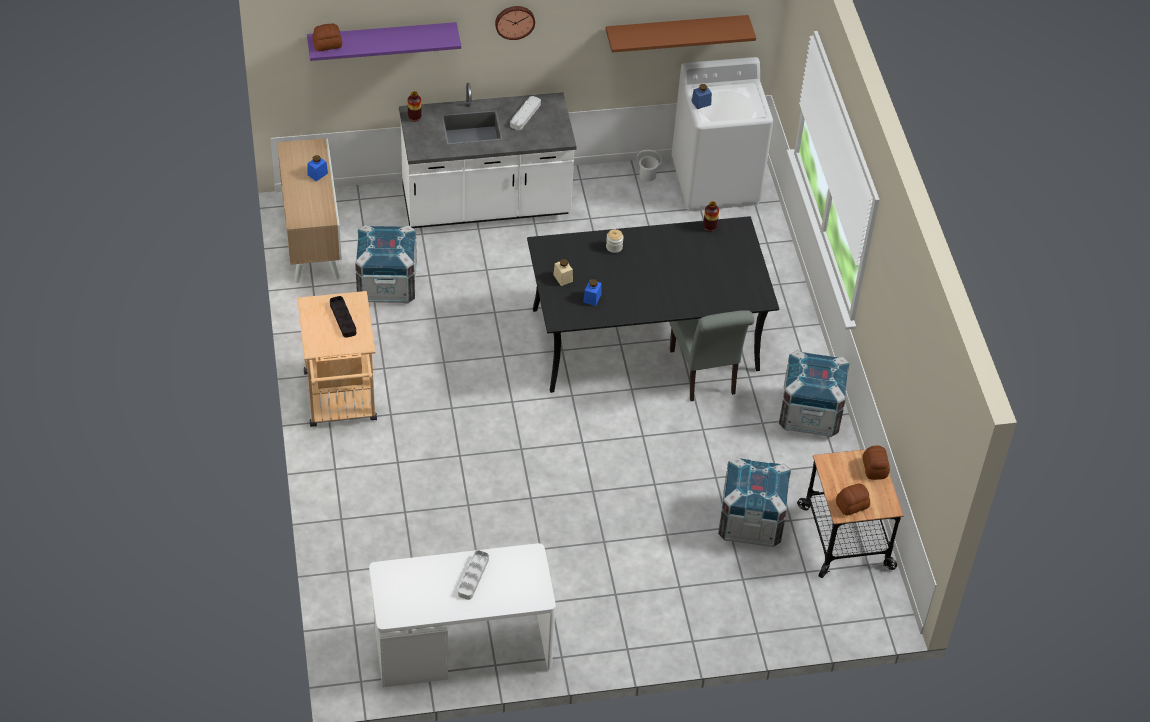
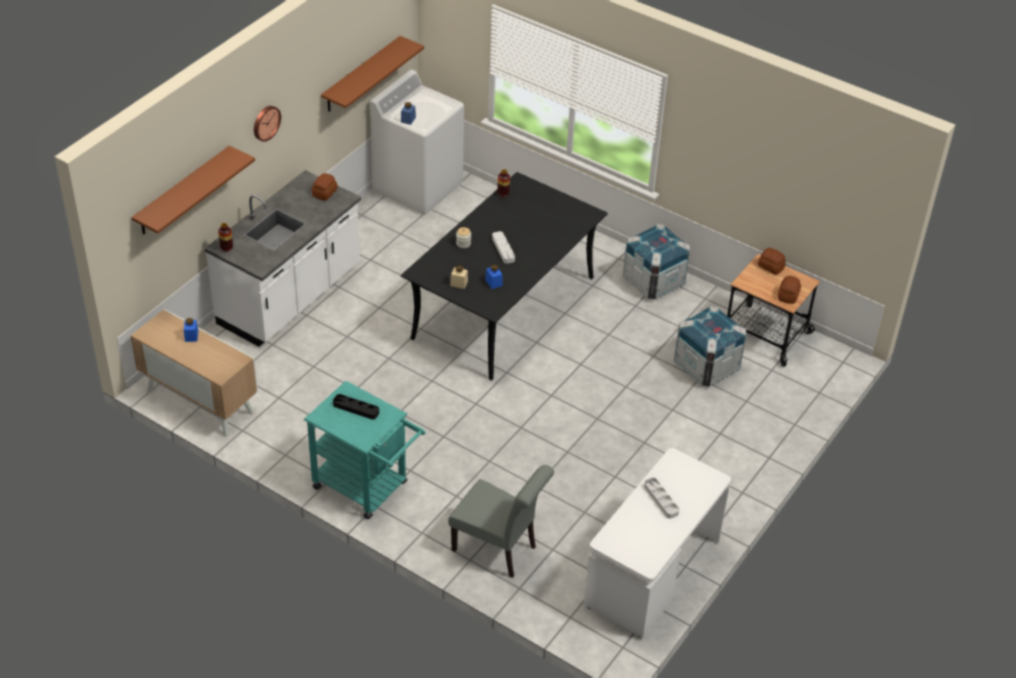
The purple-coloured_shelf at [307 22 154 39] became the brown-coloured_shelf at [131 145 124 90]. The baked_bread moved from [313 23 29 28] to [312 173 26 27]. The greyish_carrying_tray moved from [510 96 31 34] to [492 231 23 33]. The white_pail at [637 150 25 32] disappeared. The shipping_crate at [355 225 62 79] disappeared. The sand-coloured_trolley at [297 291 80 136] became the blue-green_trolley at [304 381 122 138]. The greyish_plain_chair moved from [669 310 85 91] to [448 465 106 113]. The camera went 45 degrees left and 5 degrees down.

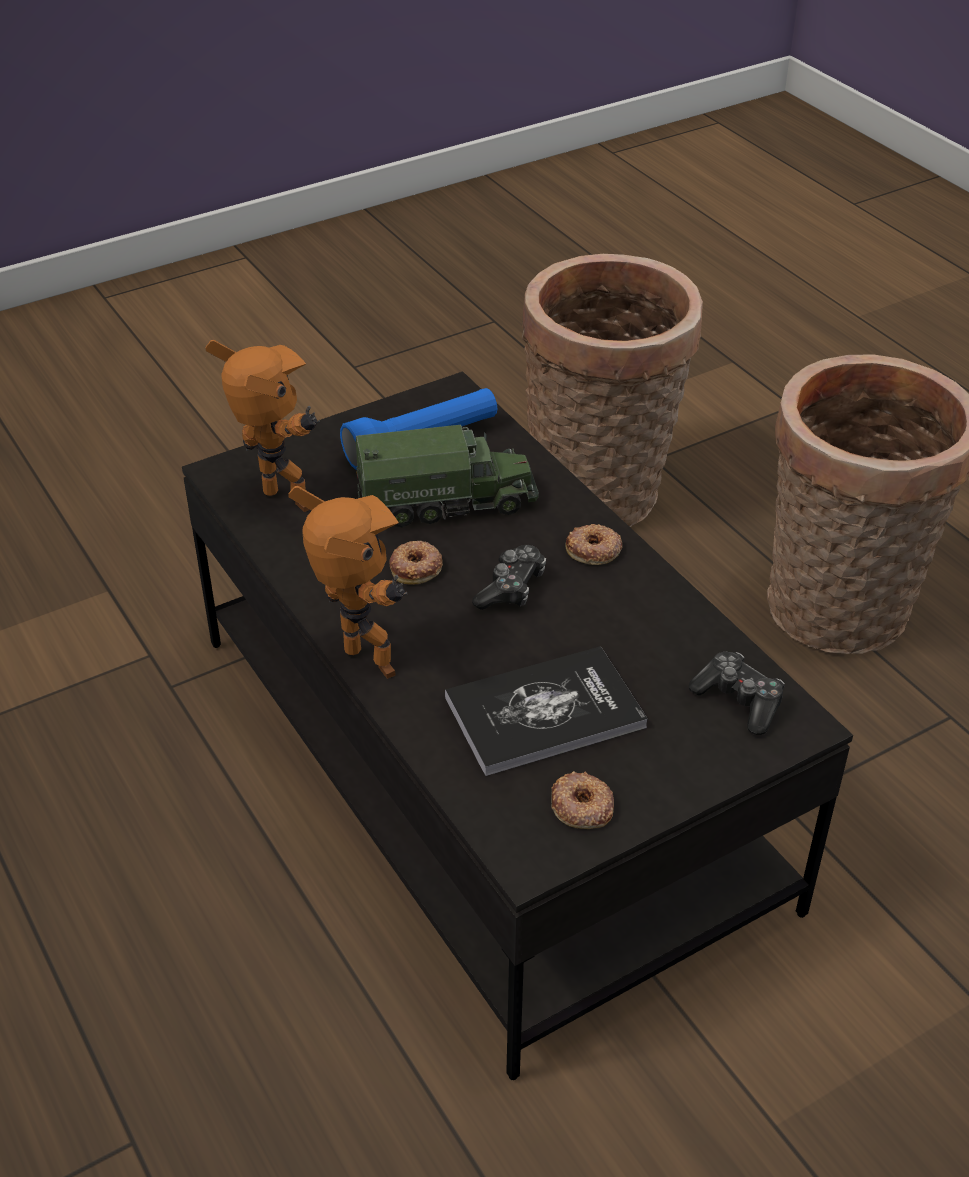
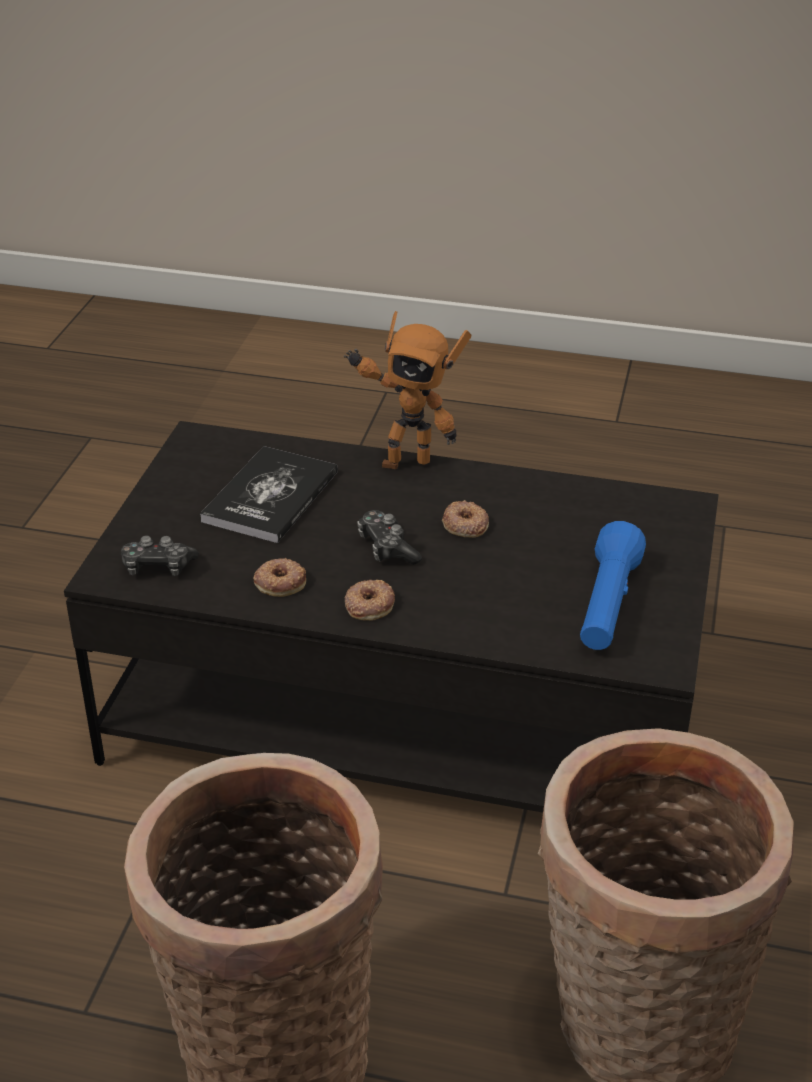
The toy_robot at [205 340 115 172] disappeared. The toy_truck at [356 425 183 102] disappeared. The ring_doughnut moved from [551 771 63 58] to [253 558 53 39]. The camera went 135 degrees right and 5 degrees down.

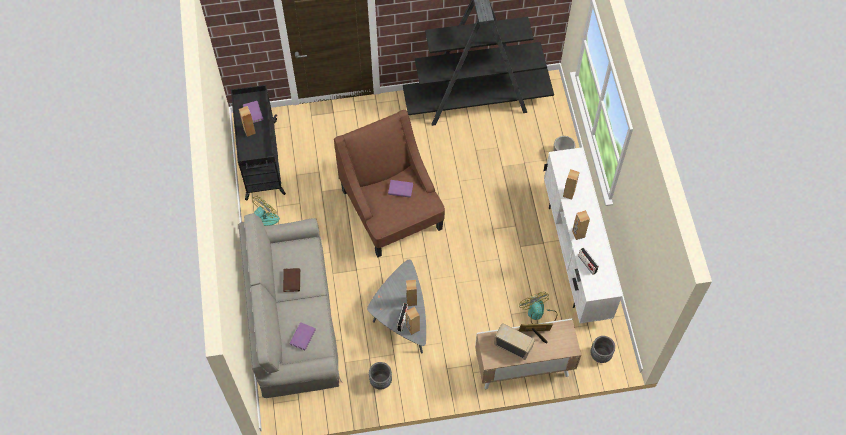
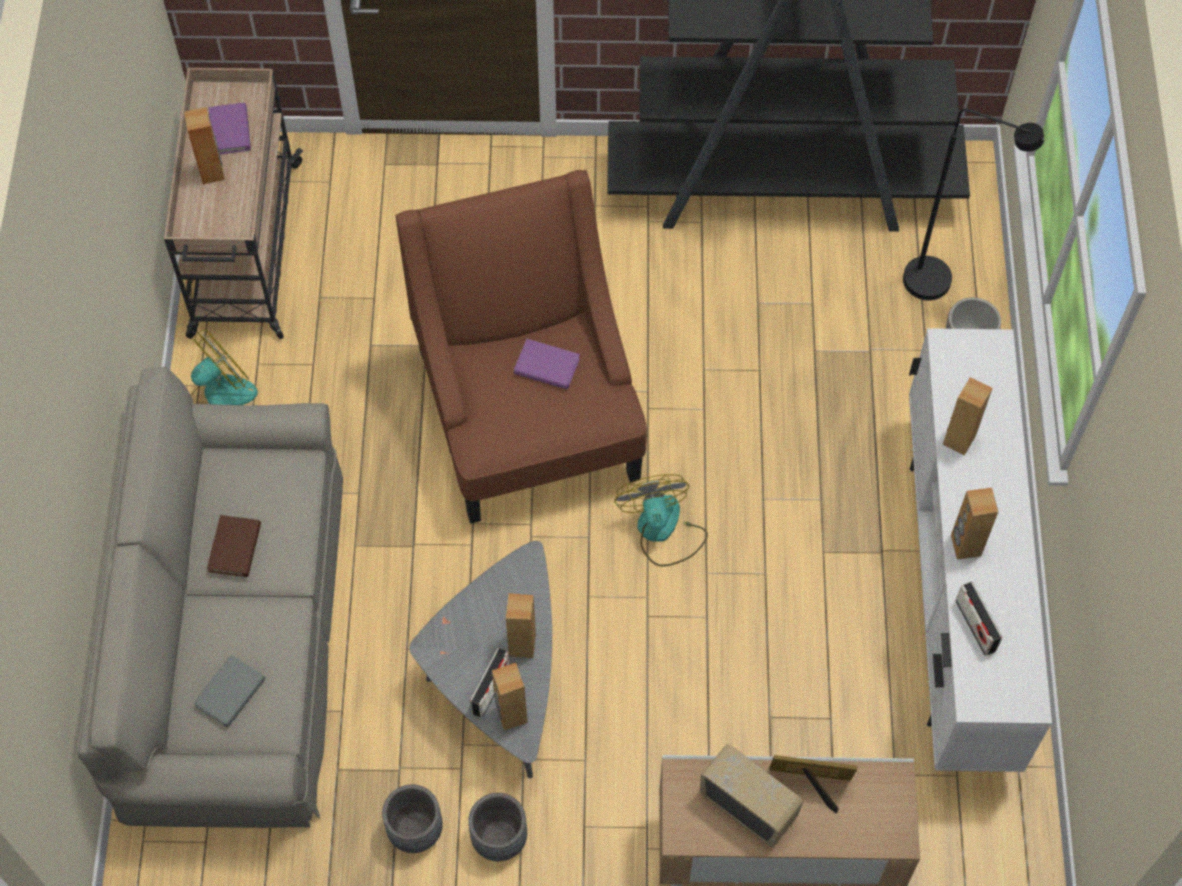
The blackish_trolley at [231 85 55 115] became the sand-coloured_trolley at [164 68 139 271]. The cooling_fan moved from [519 292 38 32] to [614 474 94 93]. The purple-coloured_volume at [290 322 26 28] became the greyish_volume at [193 655 73 73]. The greyish_planter moved from [590 336 25 27] to [468 793 59 69]. The blackish_standard_lamp at [903 108 141 192] appeared. The camera went 10 degrees right and 0 degrees up.

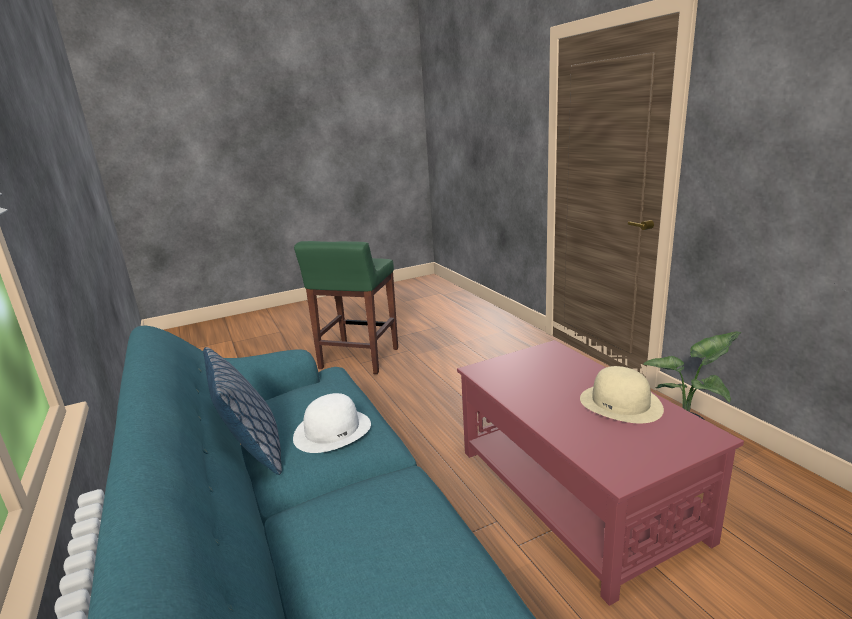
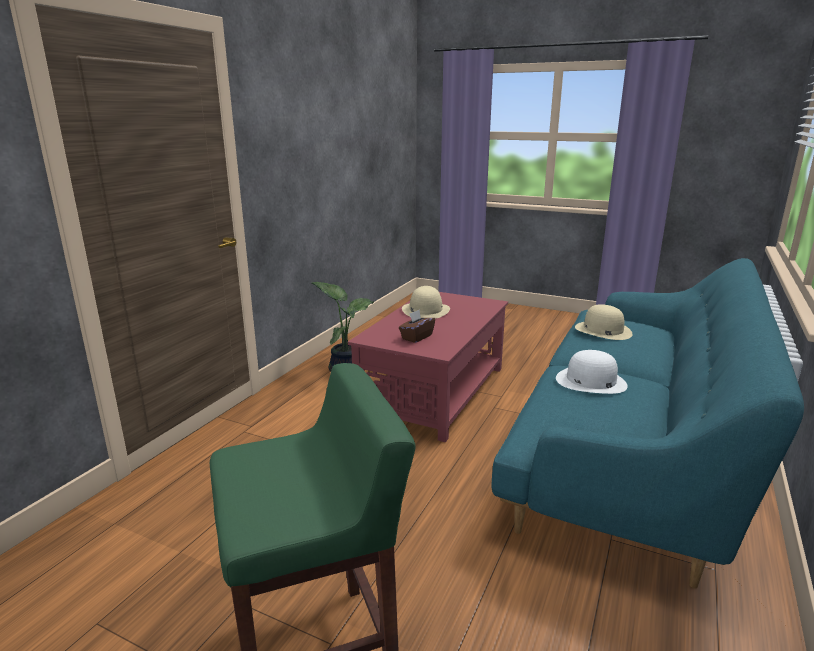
The pillow at [203 347 79 128] disappeared. The sand-coloured_clothing_hat at [575 304 58 36] appeared. The brown-coloured_tissue_holder at [399 310 36 33] appeared. The camera went 130 degrees left and 0 degrees up.

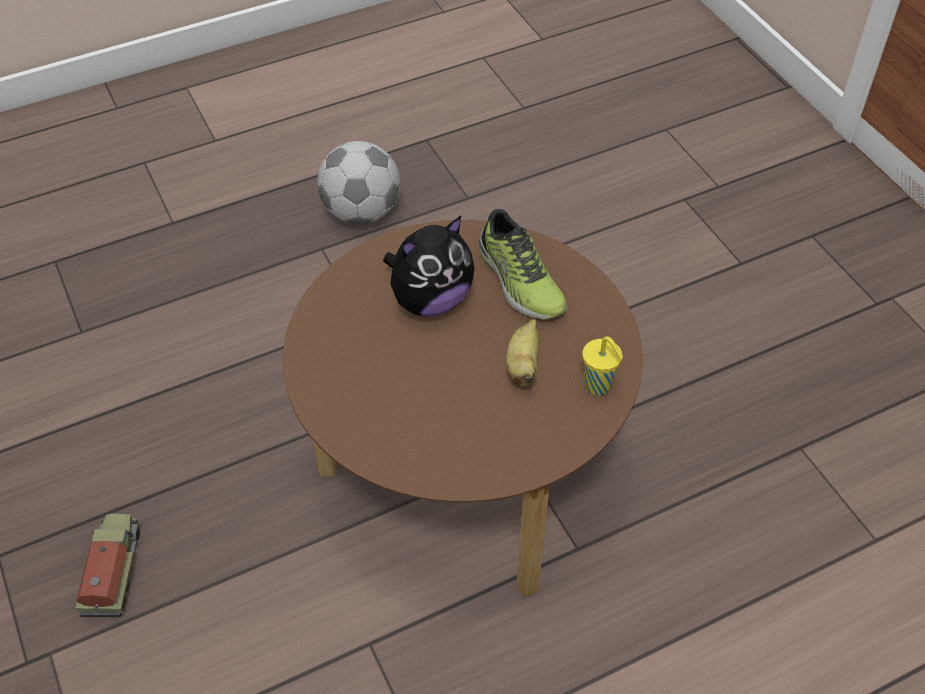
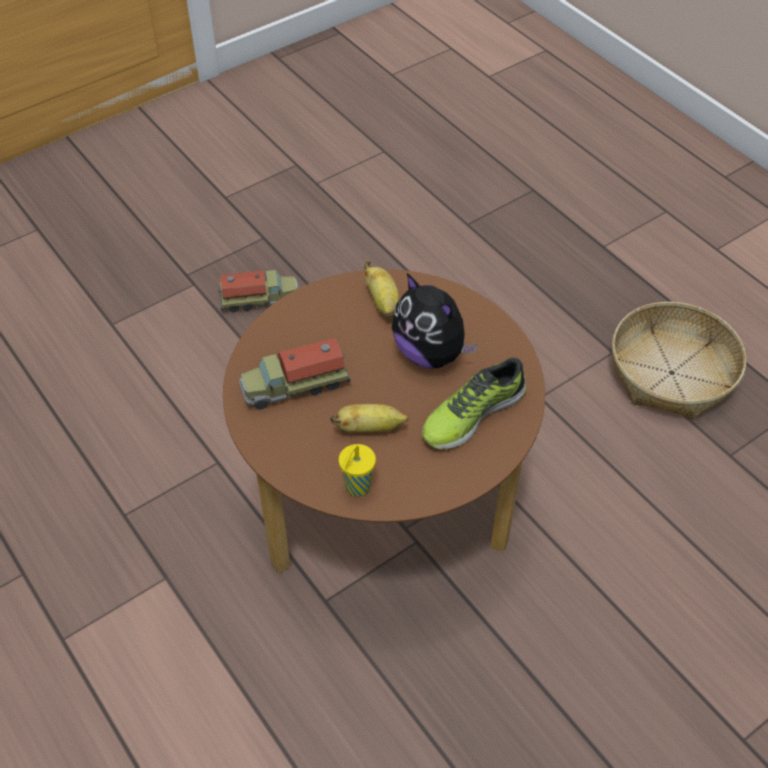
The football at [317 141 83 83] was replaced by the basket at [612 302 134 118]. The banana_fruit at [364 261 36 56] appeared. The toy_truck at [239 338 111 71] appeared. The camera went 80 degrees right and 0 degrees up.

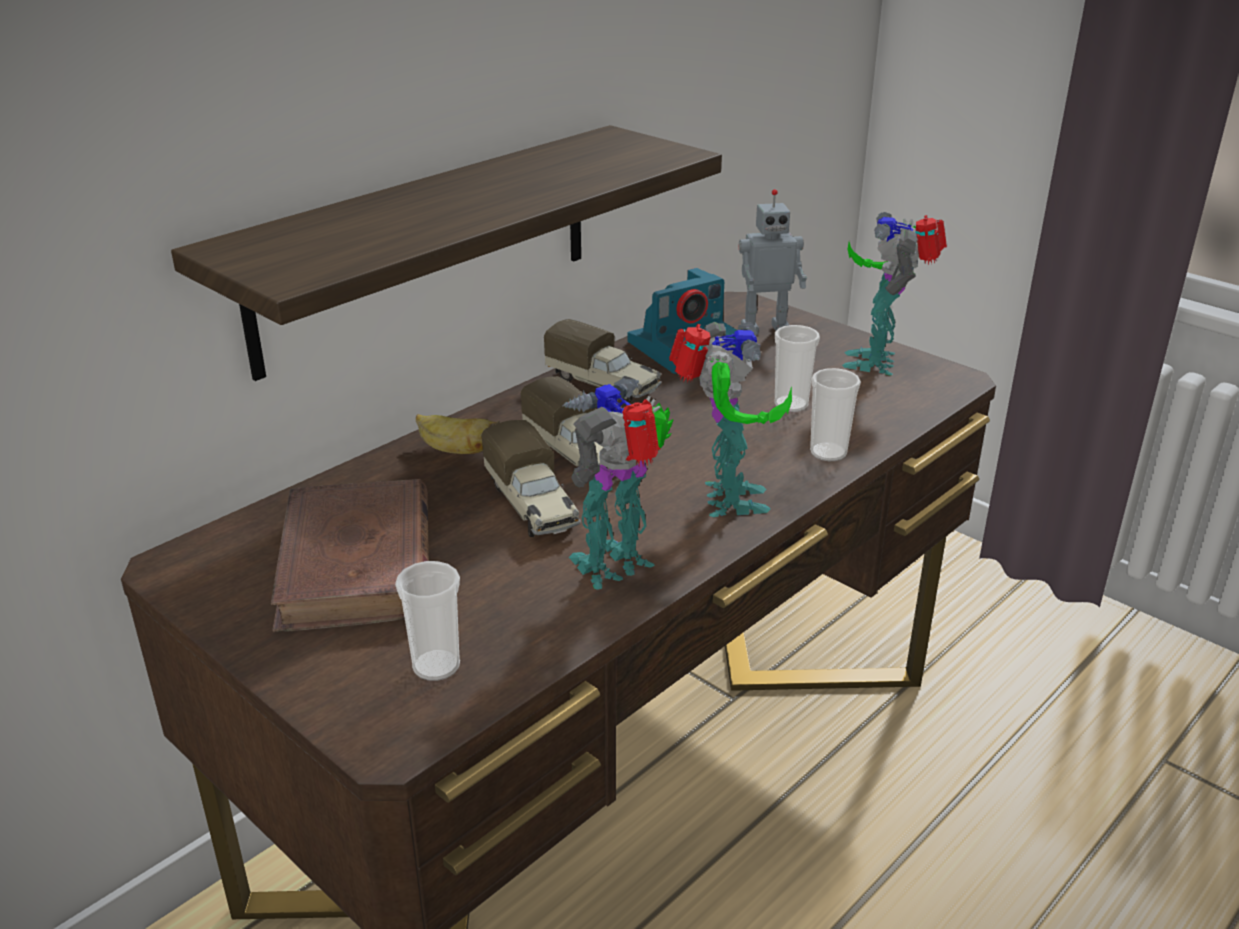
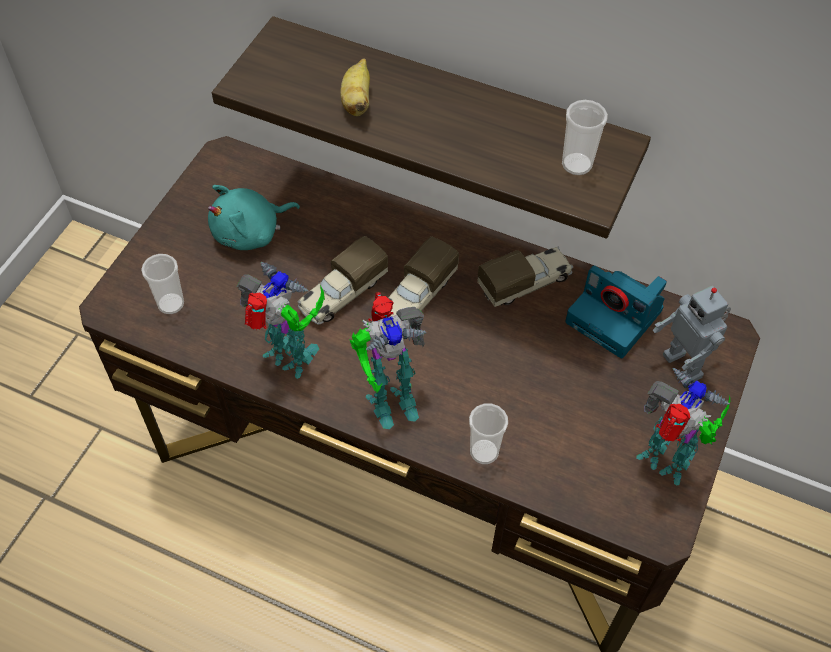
The toy_robot at [842 212 105 164] turned 45 degrees clockwise. The toy_truck at [544 319 117 84] turned 135 degrees counterclockwise. The small_cup moved from [775 325 45 87] to [562 100 46 75]. The banana_fruit moved from [416 414 84 40] to [340 59 30 57]. The brown-coloured_volume at [271 479 158 153] was replaced by the blue-green_plush_toy at [208 185 92 65]. The camera went 70 degrees right and 25 degrees up.

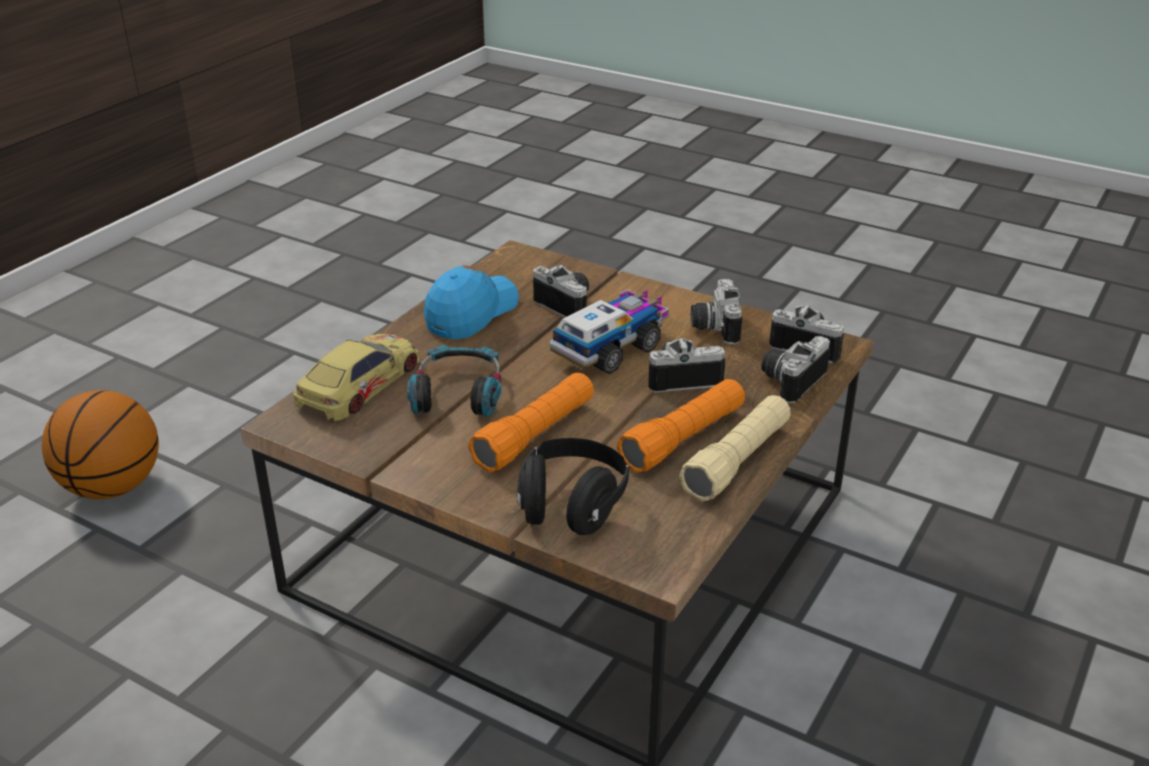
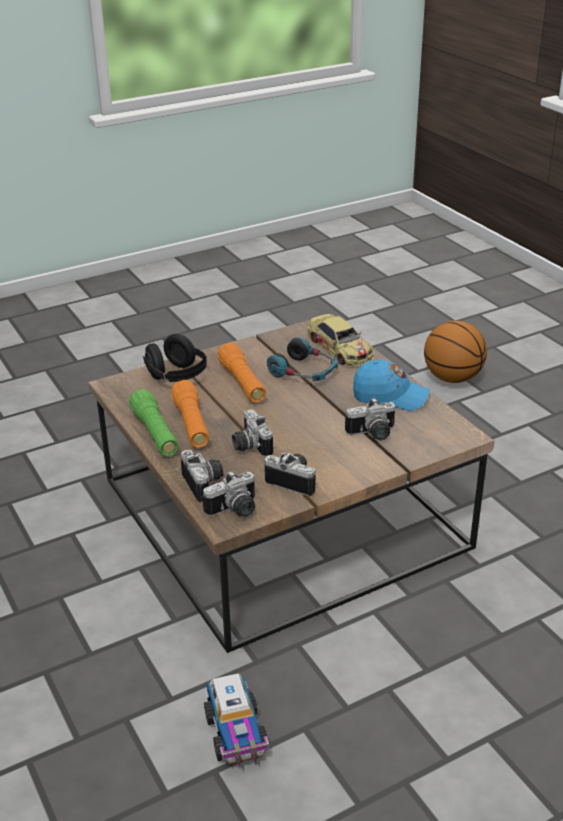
The blue_baseball_cap at [424 266 95 74] turned 45 degrees counterclockwise. The toy_truck moved from [550 289 119 85] to [204 673 65 92]. The still_camera at [648 338 78 54] turned 135 degrees clockwise. The sand-coloured_hand_torch at [679 395 111 106] became the greenish_hand_torch at [129 389 50 67]. The camera went 120 degrees right and 0 degrees up.

